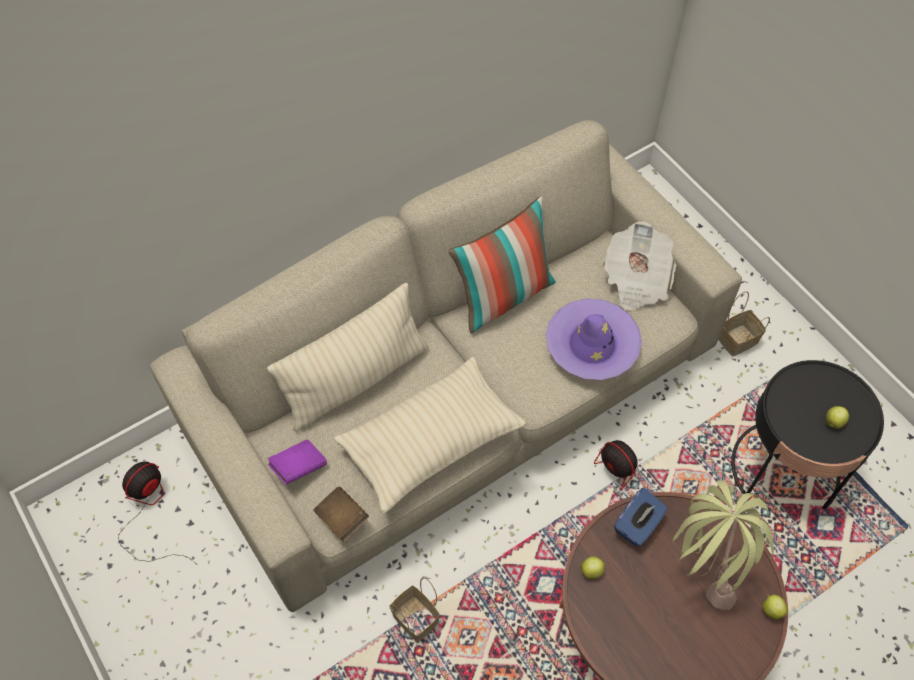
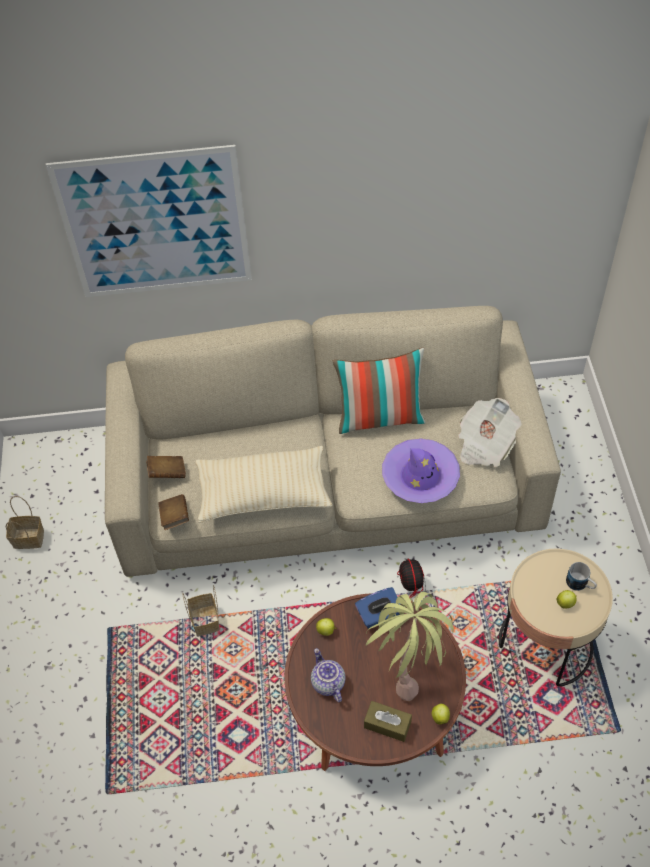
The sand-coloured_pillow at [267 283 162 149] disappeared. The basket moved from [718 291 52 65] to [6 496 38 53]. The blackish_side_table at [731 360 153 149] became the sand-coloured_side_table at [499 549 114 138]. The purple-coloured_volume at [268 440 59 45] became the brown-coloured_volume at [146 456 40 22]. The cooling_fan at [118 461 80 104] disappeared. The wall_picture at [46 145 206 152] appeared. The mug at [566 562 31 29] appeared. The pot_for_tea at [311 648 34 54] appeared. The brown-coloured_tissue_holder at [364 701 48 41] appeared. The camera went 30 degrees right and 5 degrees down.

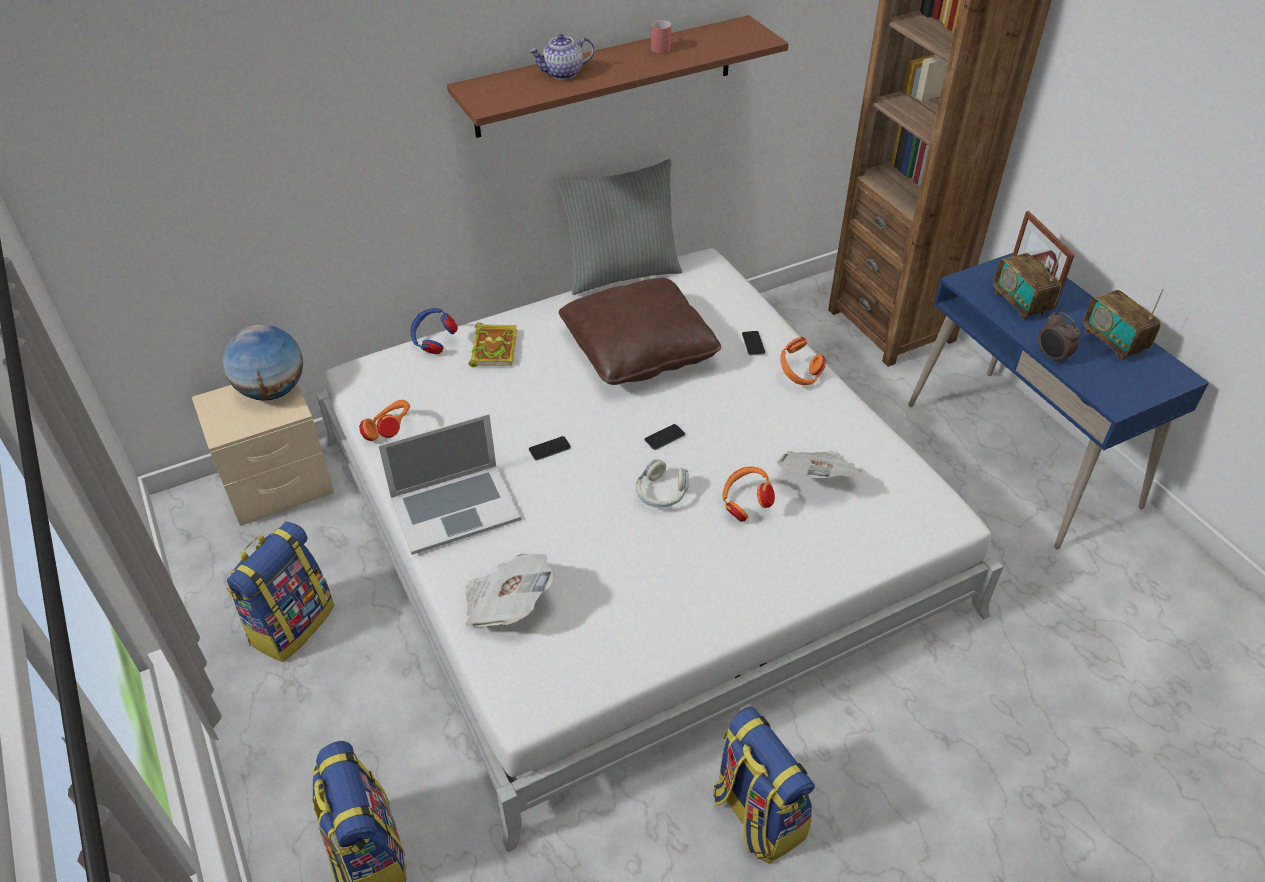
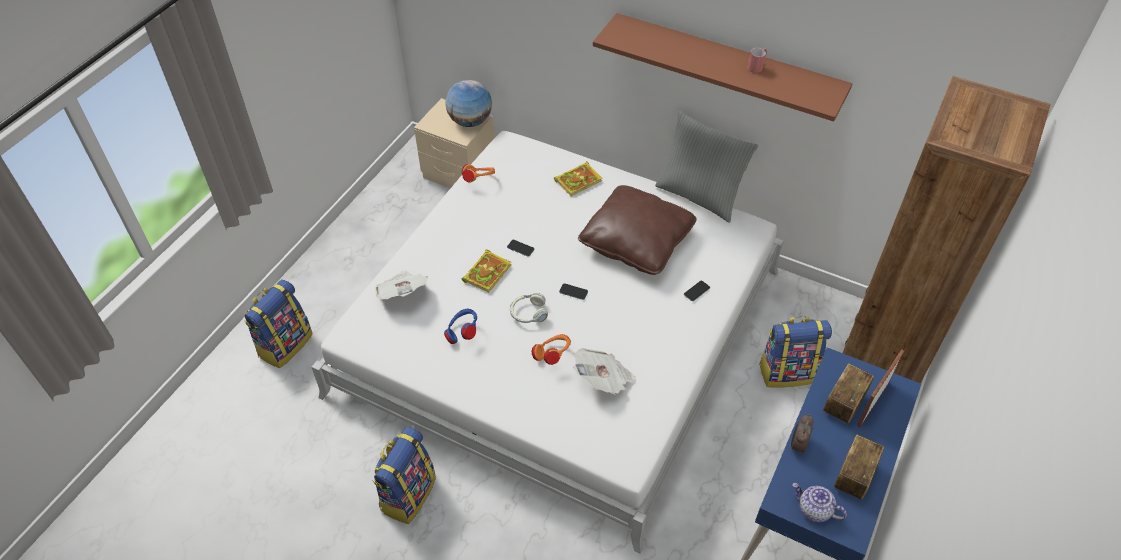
The pot_for_tea moved from [529 34 65 46] to [792 483 55 39]. The blue_headphones moved from [410 308 48 46] to [444 308 33 36]. The orangey_headphones at [780 337 46 48] disappeared. The laptop at [378 414 143 141] disappeared. The knapsack moved from [226 521 108 141] to [759 316 73 72]. The volume at [462 249 50 44] appeared. The camera went 55 degrees right and 5 degrees up.

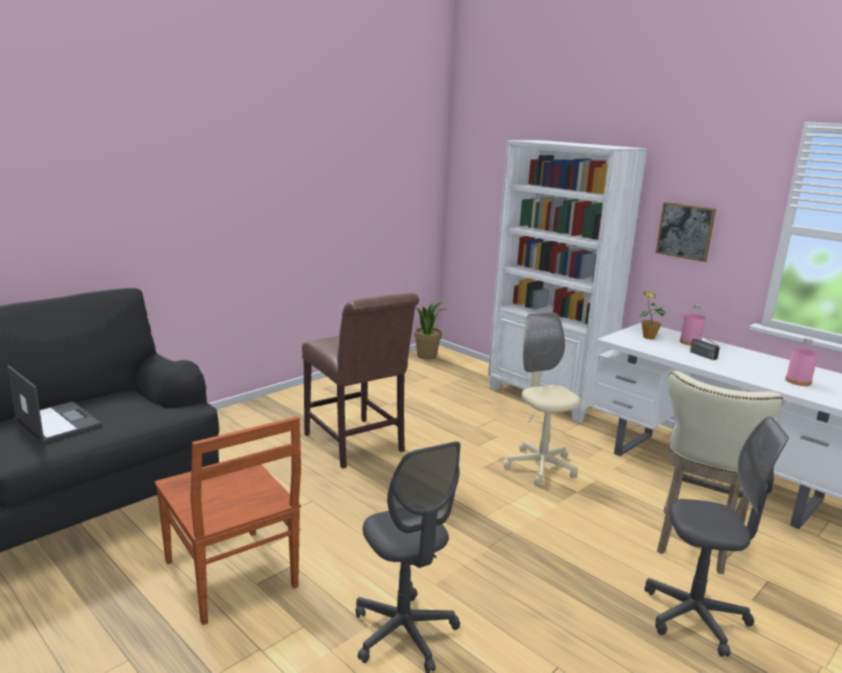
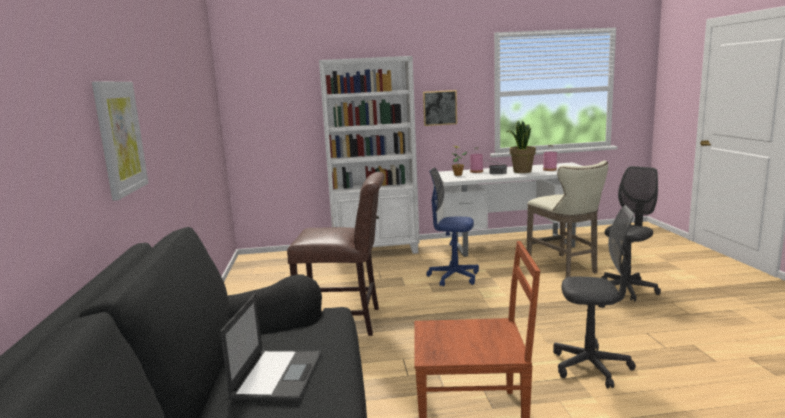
The plant_in_a_pot moved from [414 302 33 58] to [507 121 29 52]. The sand-coloured_desk_chair at [503 312 78 174] became the blue_desk_chair at [426 167 53 120]. The laptop at [7 365 95 78] turned 105 degrees clockwise. The wall_picture at [92 81 56 120] appeared. The camera went 50 degrees left and 5 degrees down.

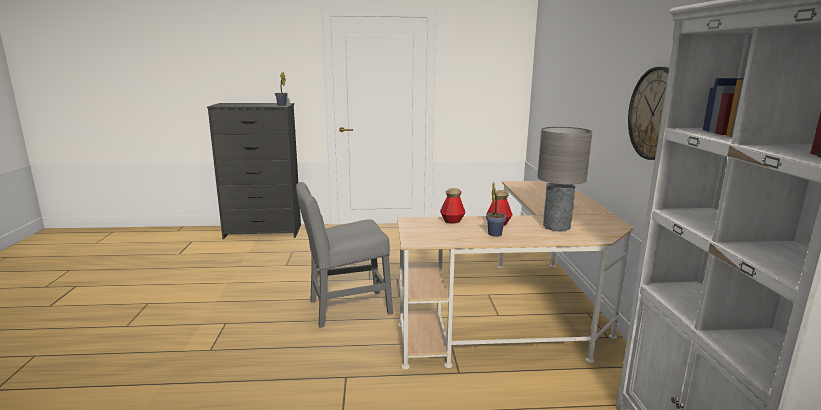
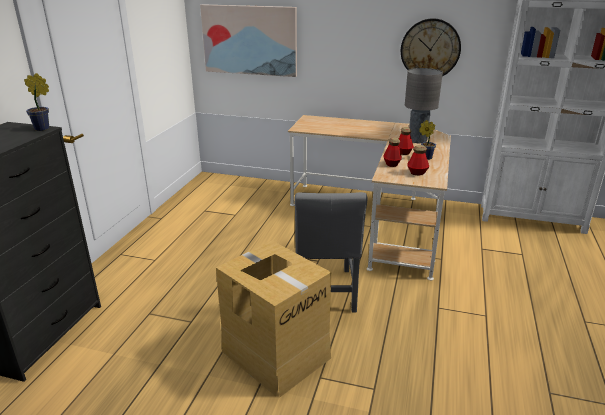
The wall_picture at [200 4 97 73] appeared. The bottle at [407 145 22 30] appeared. The packing_box at [216 241 115 156] appeared. The camera went 70 degrees left and 10 degrees up.

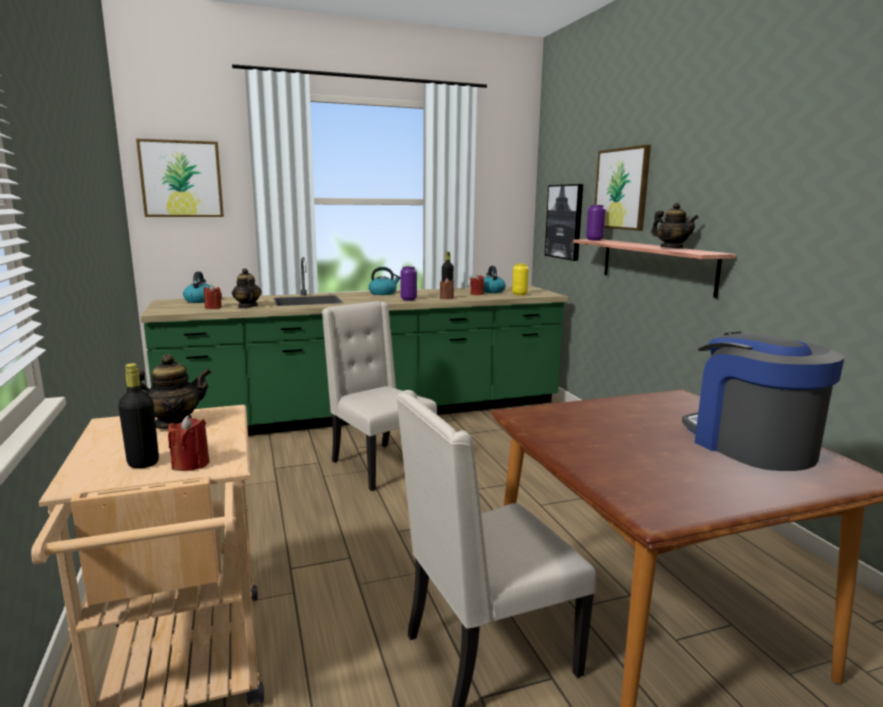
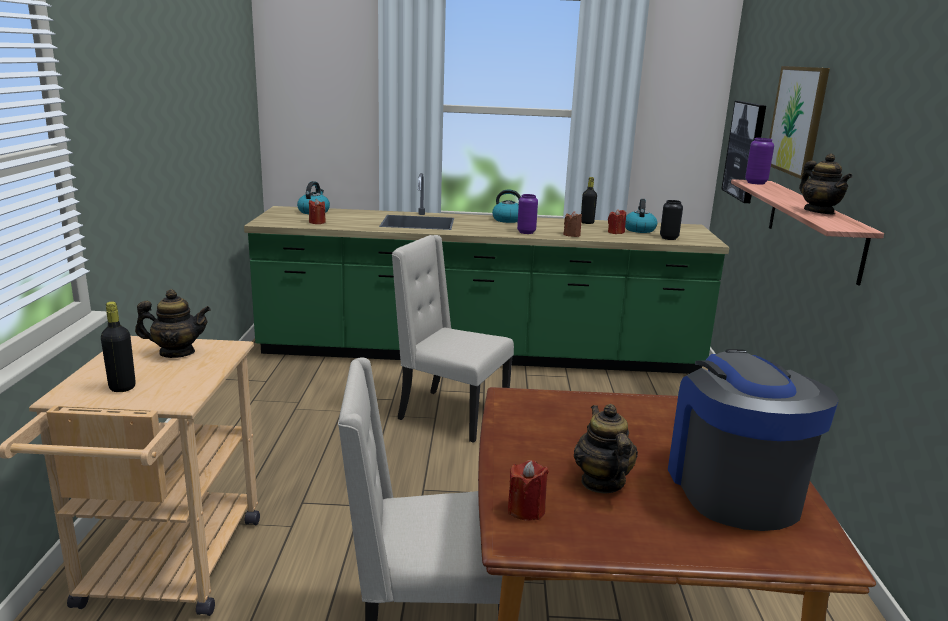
The wall_picture at [136 139 88 78] disappeared. The yellowish_vase at [512 264 17 32] became the blackish_vase at [660 200 23 40]. The pot_for_tea moved from [232 268 30 40] to [574 404 64 89]. The sand-coloured_plain_chair at [322 301 115 190] turned 45 degrees counterclockwise. The red-coloured_wax_candle moved from [168 416 41 55] to [508 460 41 61]. The camera went 20 degrees right and 5 degrees up.

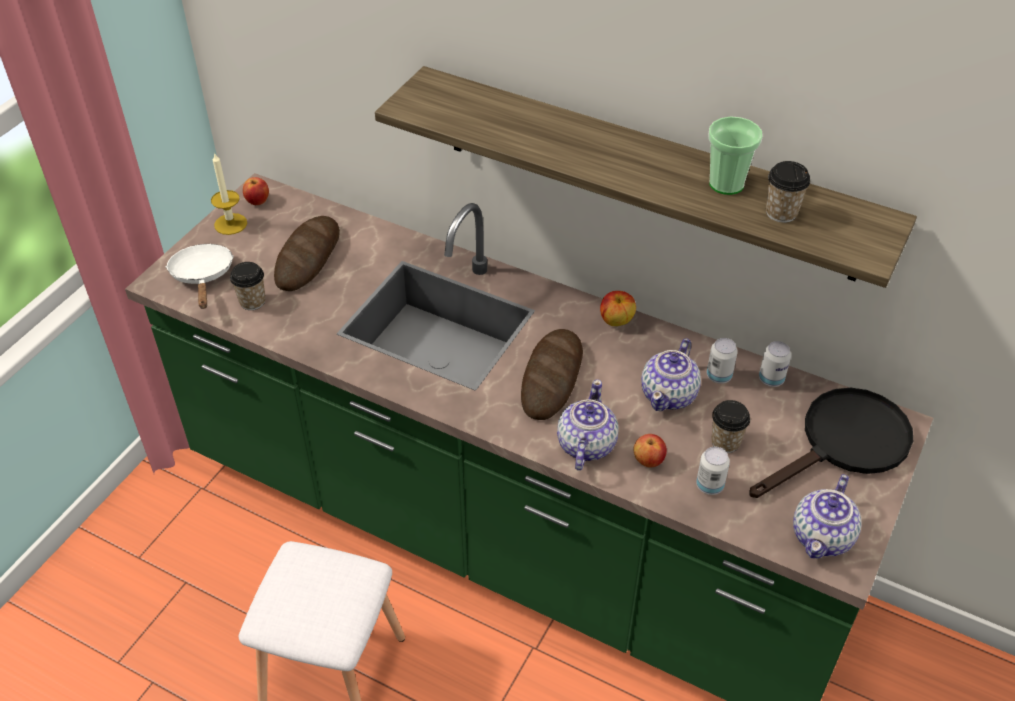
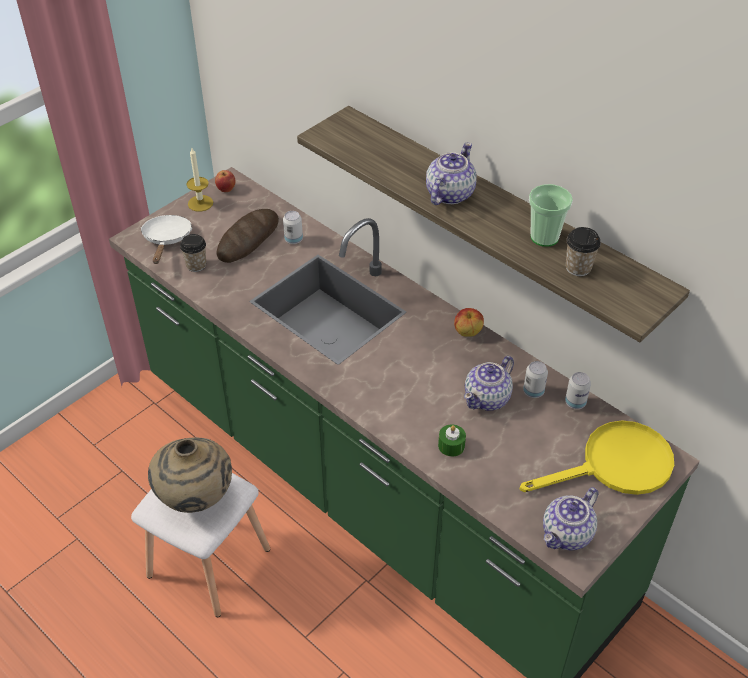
The baked_bread at [521 329 62 91] disappeared. The pot_for_tea moved from [557 379 62 92] to [426 142 50 63]. The blackish_pan at [750 388 163 110] became the yellowish_pan at [519 421 155 74]. The small_cup at [711 400 39 53] disappeared. The apple_fruit at [634 434 33 33] was replaced by the greenish_wax_candle at [438 424 28 33]. The sealed_can moved from [696 447 34 48] to [283 211 20 33]. The sand-coloured_vase at [148 437 84 76] appeared. The camera went 15 degrees right and 0 degrees up.

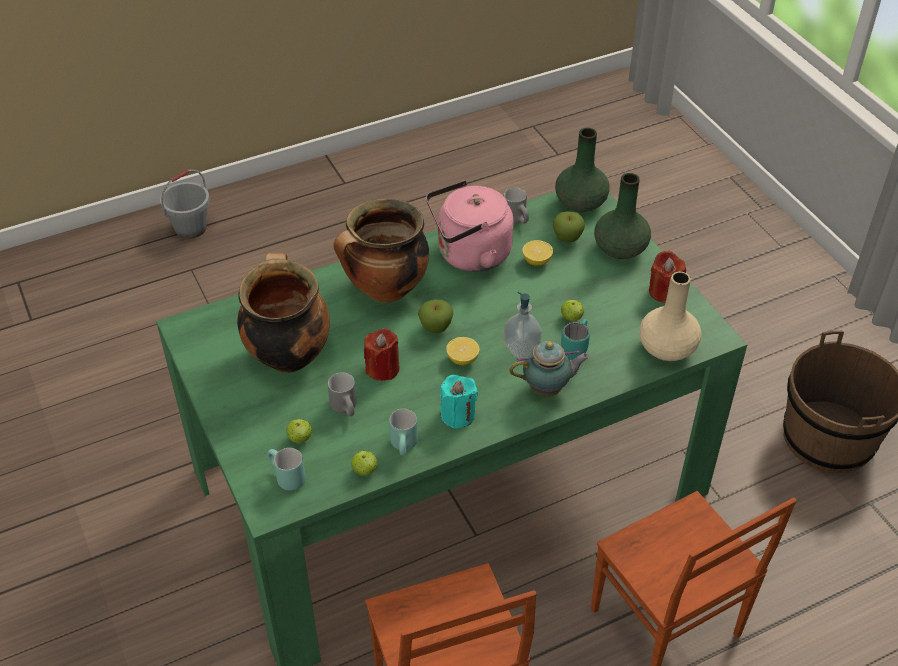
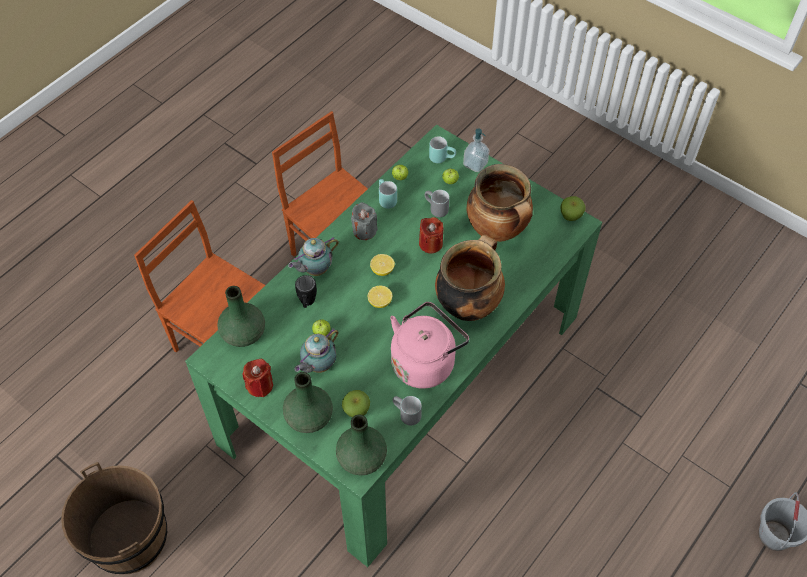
The lemon moved from [522 240 31 26] to [368 286 24 22]. The sand-coloured_vase at [639 271 62 90] became the greenish_vase at [217 286 48 61]. The soap_dispenser moved from [504 292 38 67] to [463 128 26 44]. The apple_fruit moved from [418 299 35 34] to [561 196 25 25]. The blue-green_mug at [561 319 29 41] became the blackish_mug at [295 275 22 33]. The blue-green_wax_candle at [440 375 38 54] became the greyish_wax_candle at [351 202 27 38]. The pot_for_tea at [295 329 44 44] appeared. The camera went 155 degrees right and 10 degrees up.

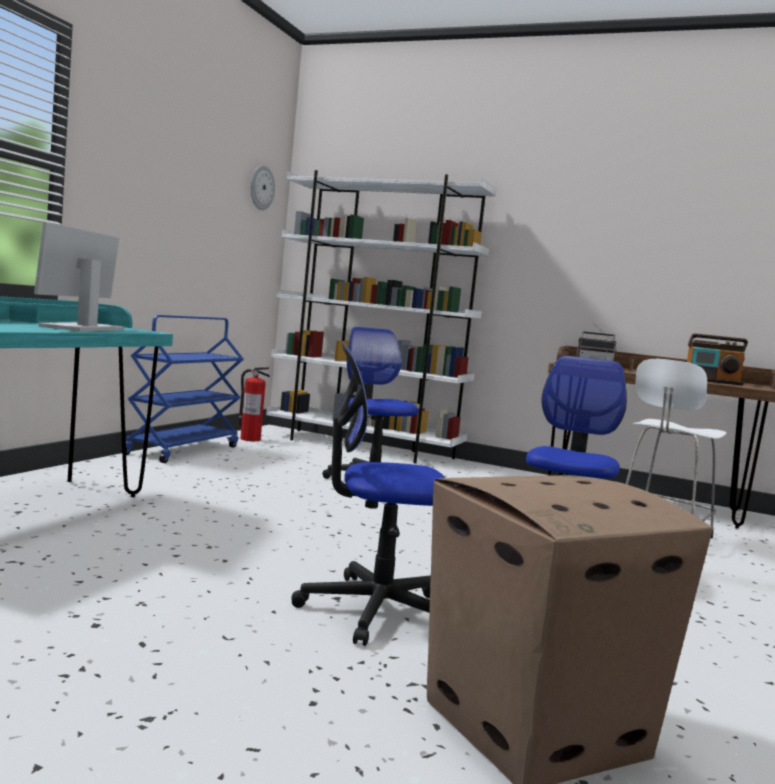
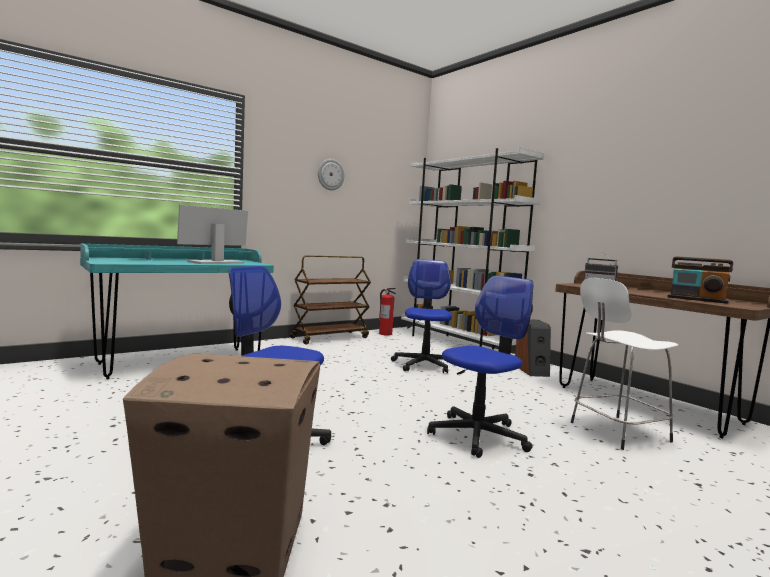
The wall_clock moved from [251 165 24 45] to [318 159 26 32]. The blue_trolley at [121 315 123 148] became the brown-coloured_trolley at [290 255 81 89]. The speaker at [515 319 36 58] appeared. The camera went 30 degrees right and 0 degrees up.

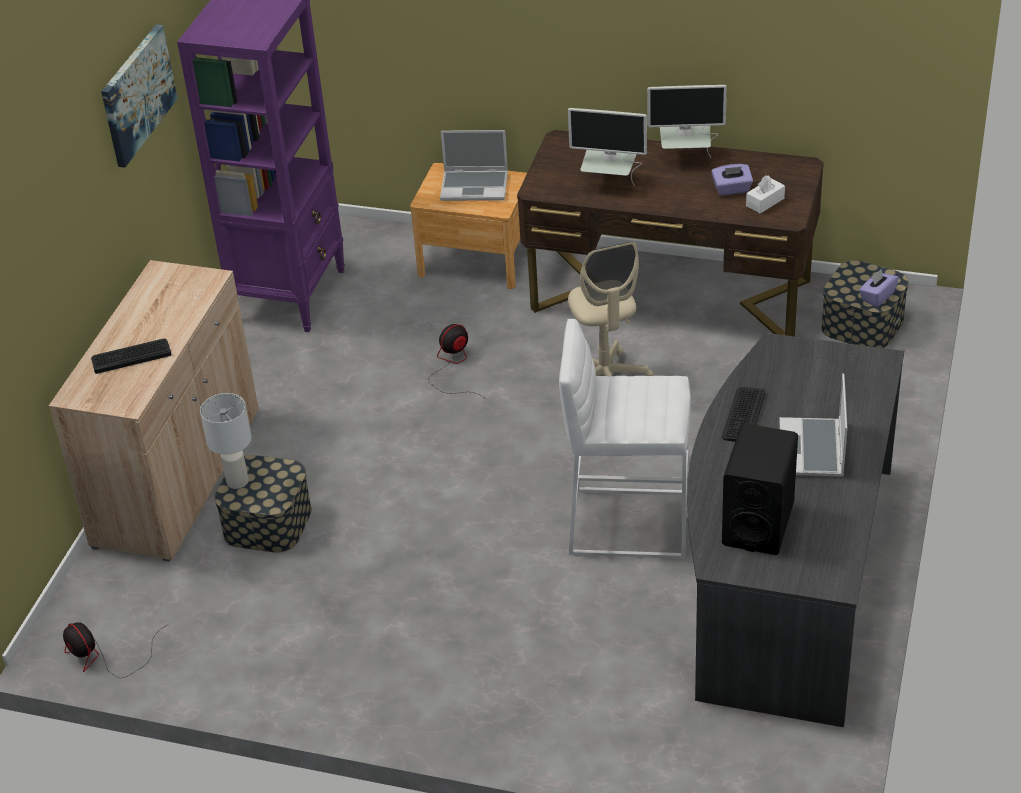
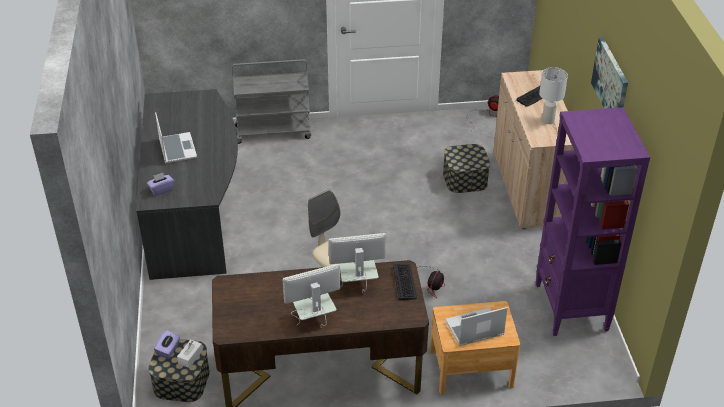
The purple-coloured_tissue_holder moved from [711 164 42 32] to [147 173 27 23]. The white_tissue_holder moved from [746 175 39 39] to [177 340 26 28]. The white_stool_seat at [559 319 132 240] disappeared. The PC_keyboard moved from [722 387 43 55] to [393 264 24 36]. The white_lamp_for_a_table moved from [200 393 51 96] to [539 67 29 57]. The blackish_speaker at [722 423 76 132] disappeared. The greyish_trolley at [232 59 79 85] appeared. The camera went 155 degrees right and 0 degrees up.

